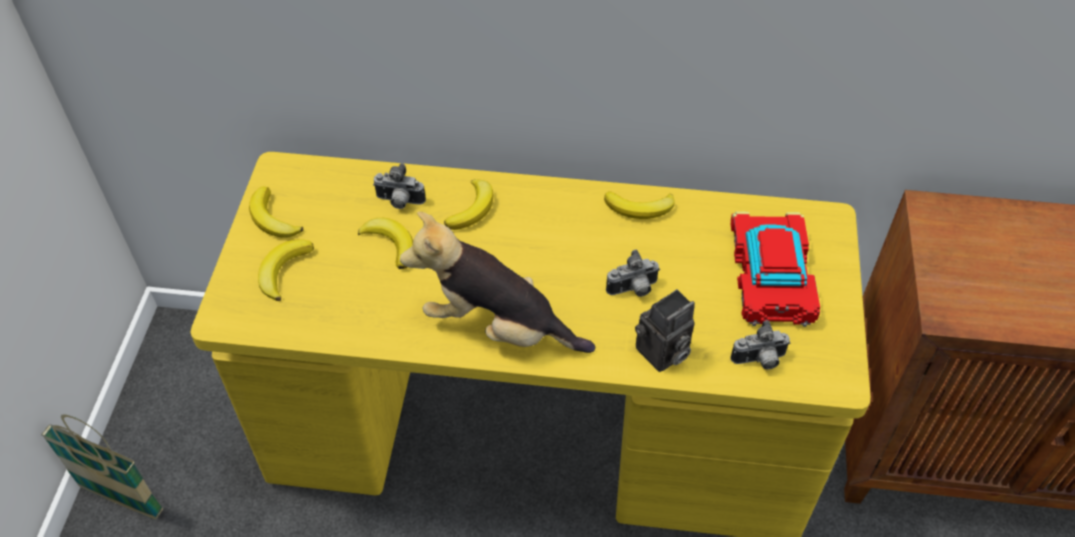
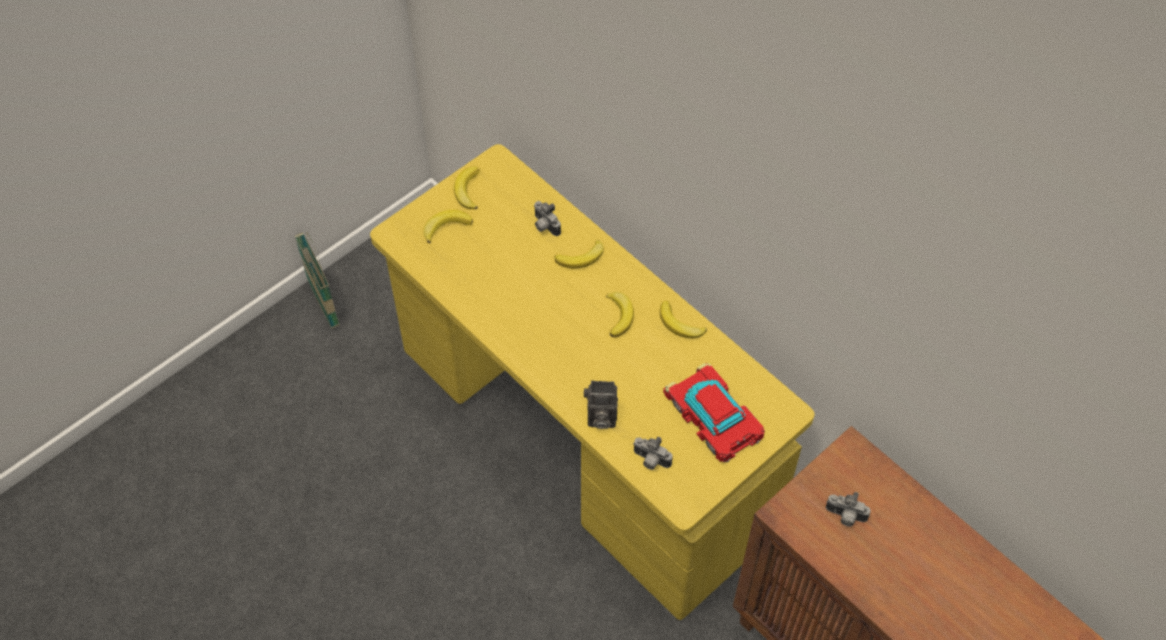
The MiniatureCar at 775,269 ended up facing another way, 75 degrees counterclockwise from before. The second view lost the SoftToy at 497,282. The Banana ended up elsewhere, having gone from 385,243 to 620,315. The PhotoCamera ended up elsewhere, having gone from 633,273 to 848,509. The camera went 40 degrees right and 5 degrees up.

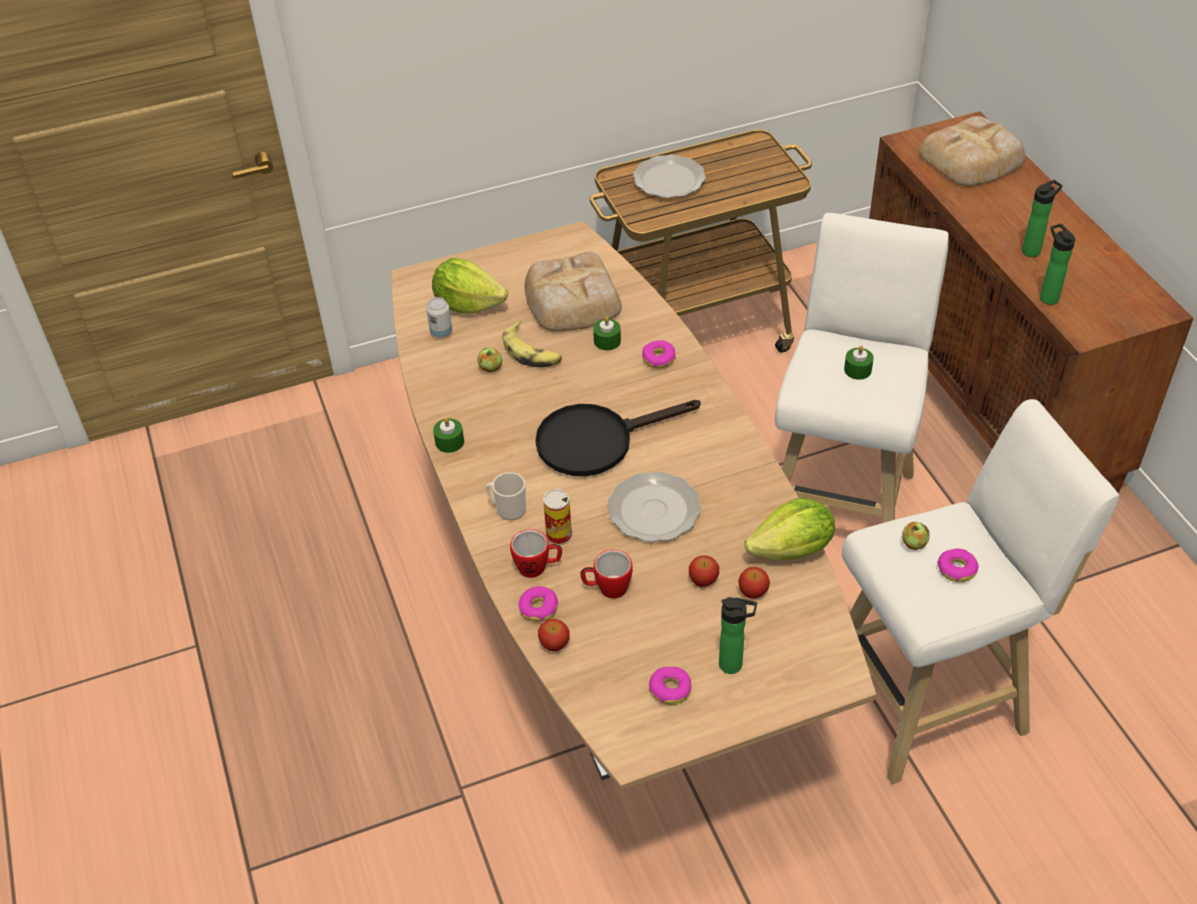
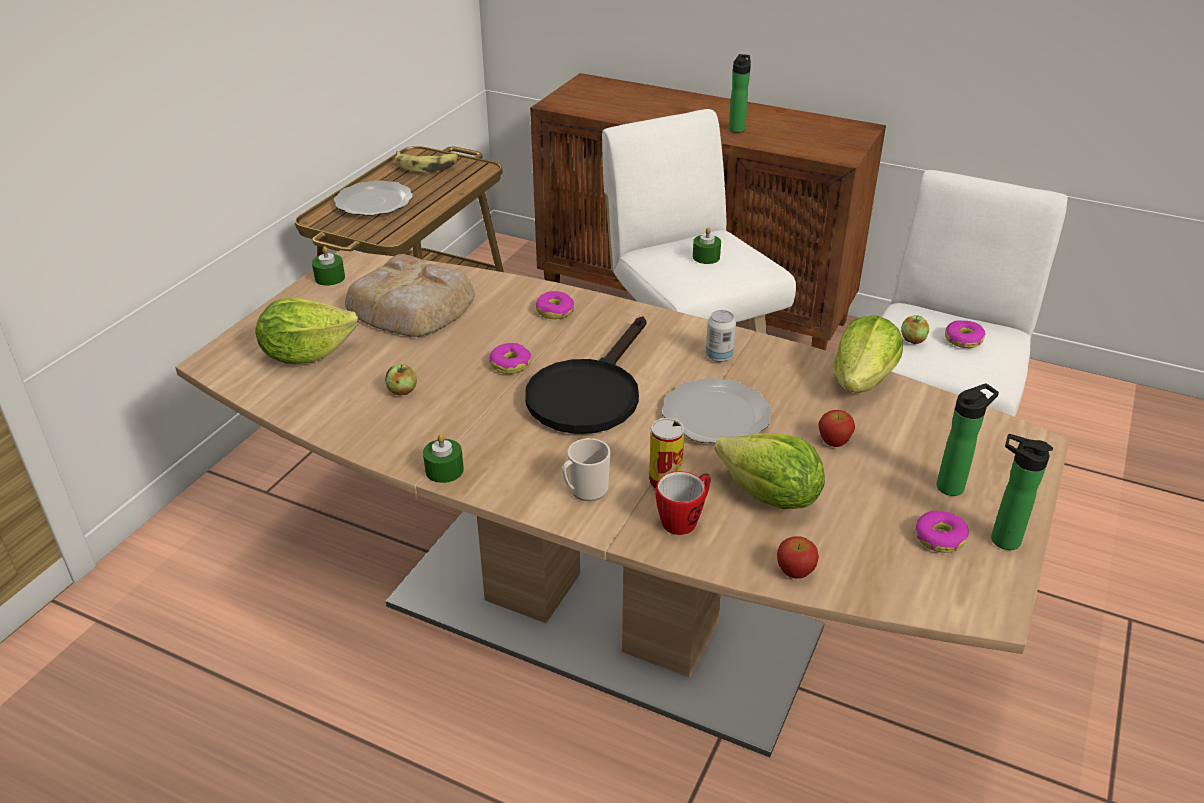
The second view lost the BakeryBread at 972,151. The BeverageBottle ended up elsewhere, having gone from 1057,264 to 1022,492. The MetalCan ended up elsewhere, having gone from 439,317 to 721,336. The GreenishCandle ended up elsewhere, having gone from 607,333 to 328,266. The Banana ended up elsewhere, having gone from 532,343 to 426,162. Where the CoffeeMug stood at 607,574, the HeadOfLettuce came to stand at 770,471. The second view lost the Apple at 754,583. The Doughnut ended up elsewhere, having gone from 538,604 to 511,358. The camera went 45 degrees left and 10 degrees down.

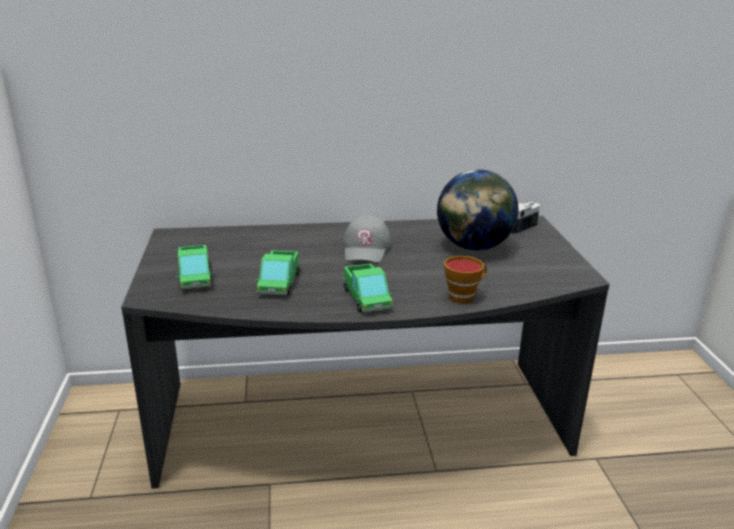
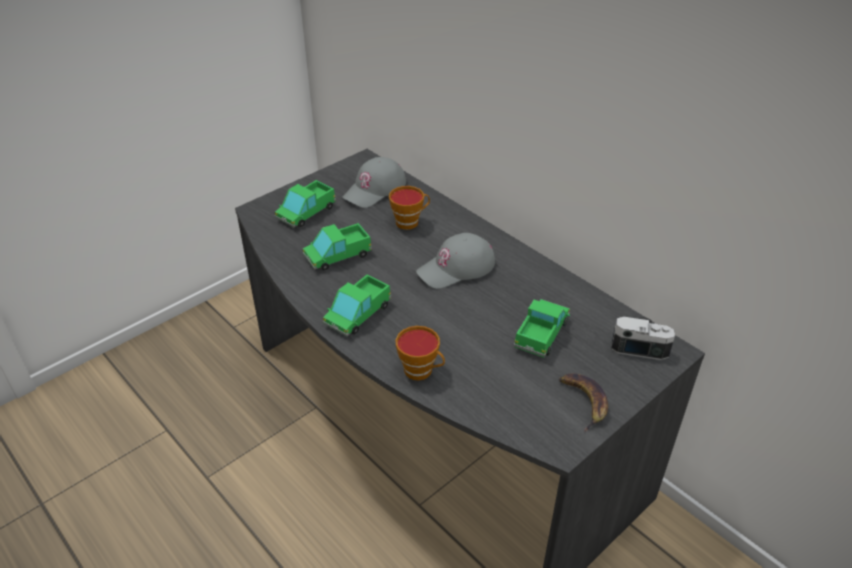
Where the Globe stood at 478,210, the ModelTruck came to stand at 542,328. The second view gained the GreyishPeakedCap at 374,182. The second view gained the SmallCup at 409,208. The second view gained the Banana at 583,403. The camera went 55 degrees right and 15 degrees up.

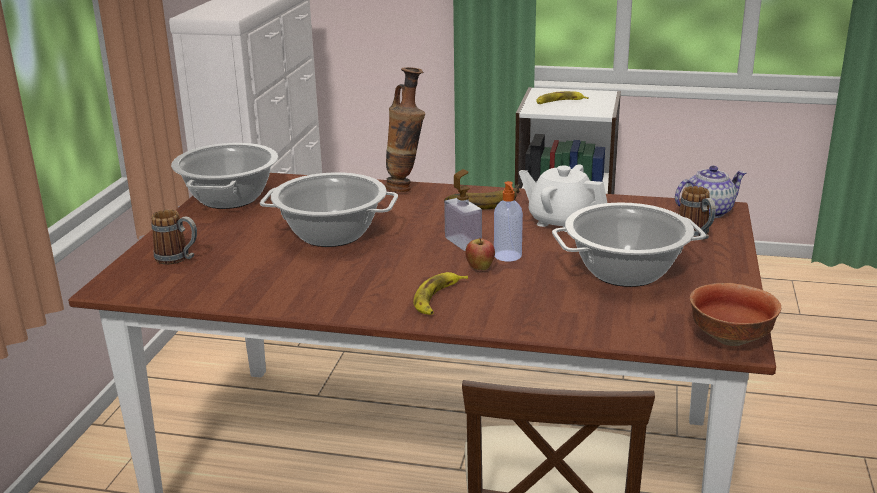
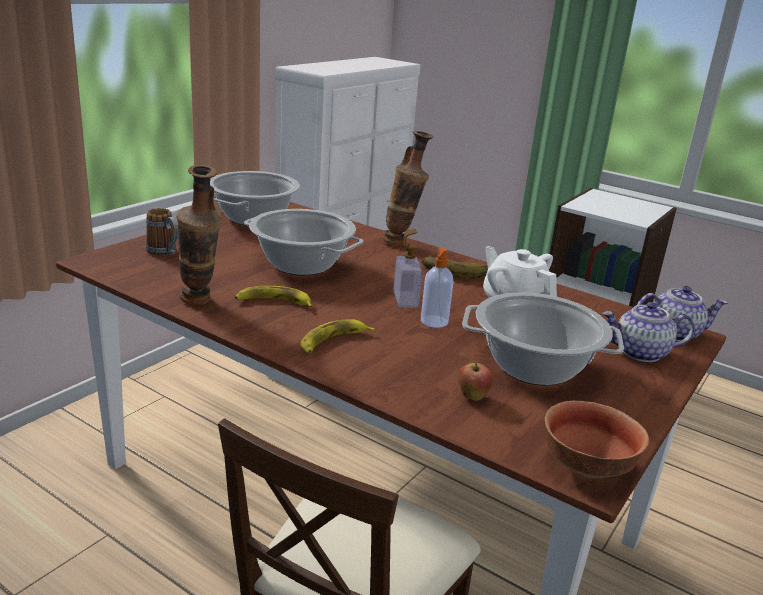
The Banana ended up elsewhere, having gone from 562,97 to 274,297. Where the CoffeeMug stood at 697,212, the Teapot came to stand at 649,332. The Apple ended up elsewhere, having gone from 480,253 to 475,382. The second view gained the FlowerVase at 199,235. The camera went 20 degrees right and 0 degrees up.

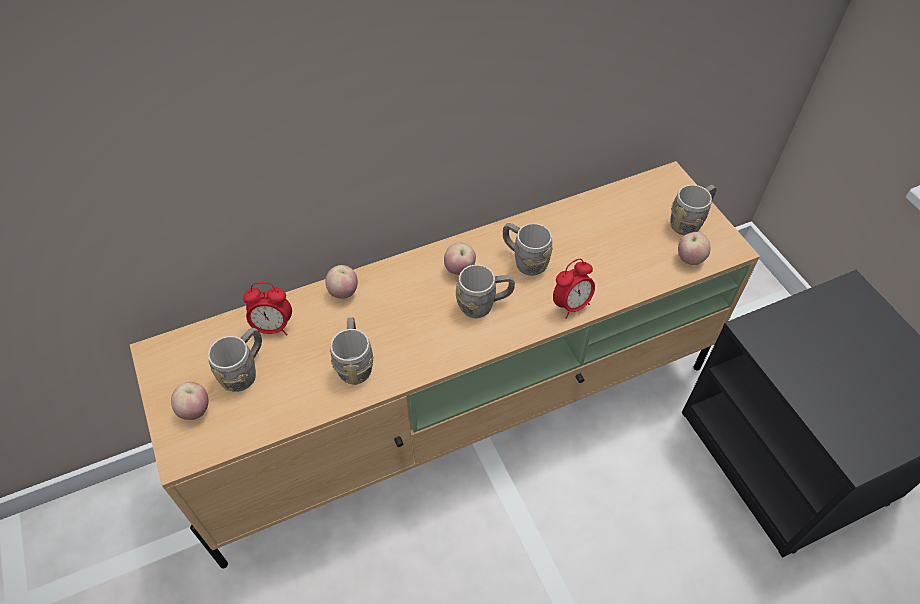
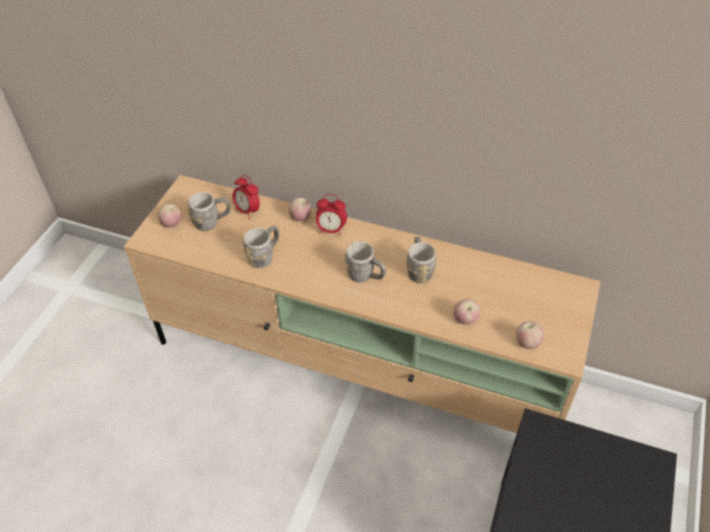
The second view lost the GreyishCoffeeMug at 694,210. The Apple ended up elsewhere, having gone from 460,259 to 466,312. The TableClock ended up elsewhere, having gone from 574,289 to 331,215. The camera went 45 degrees right and 5 degrees down.

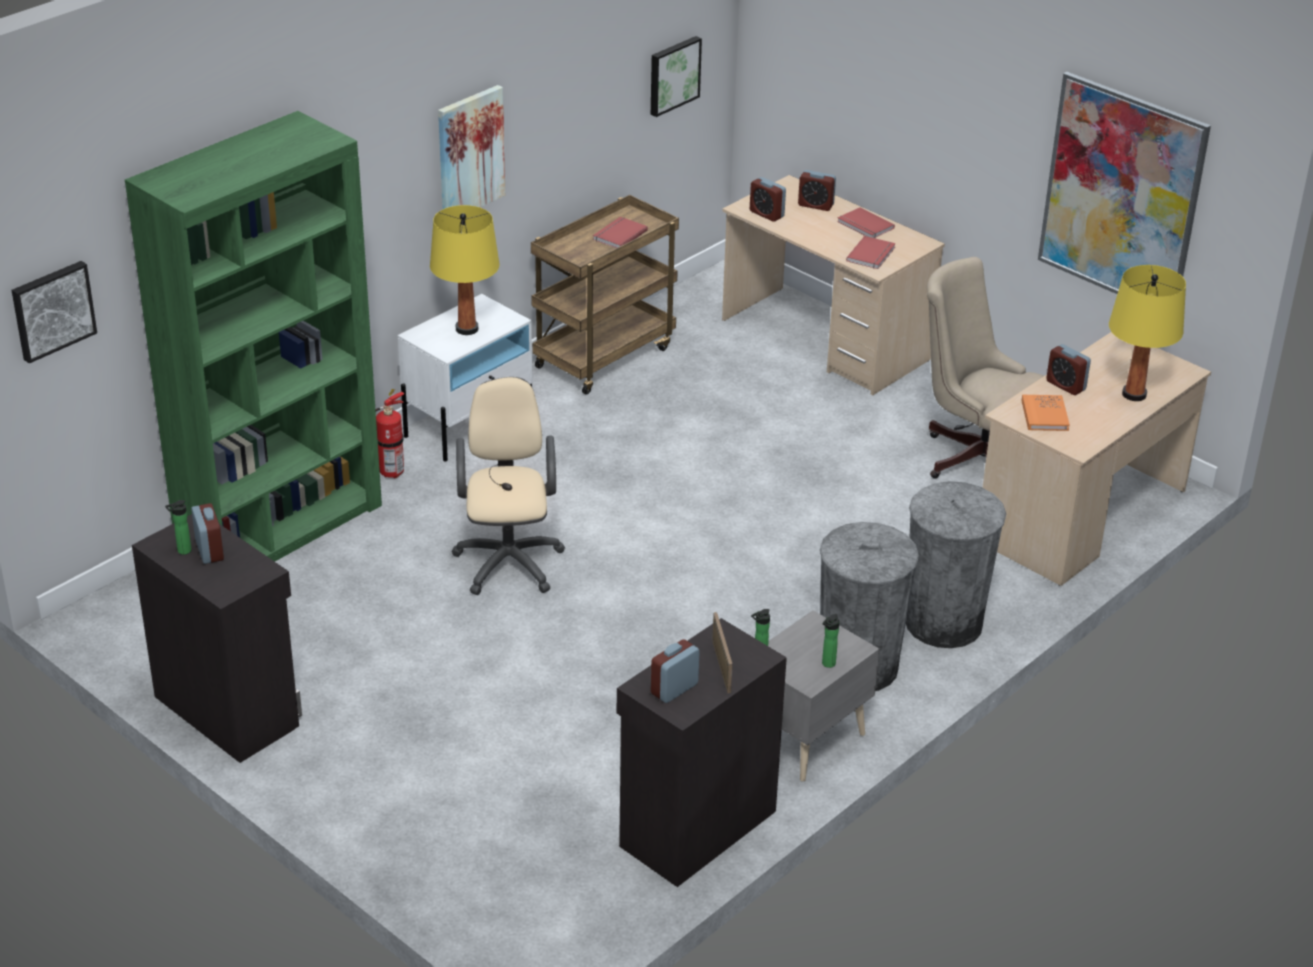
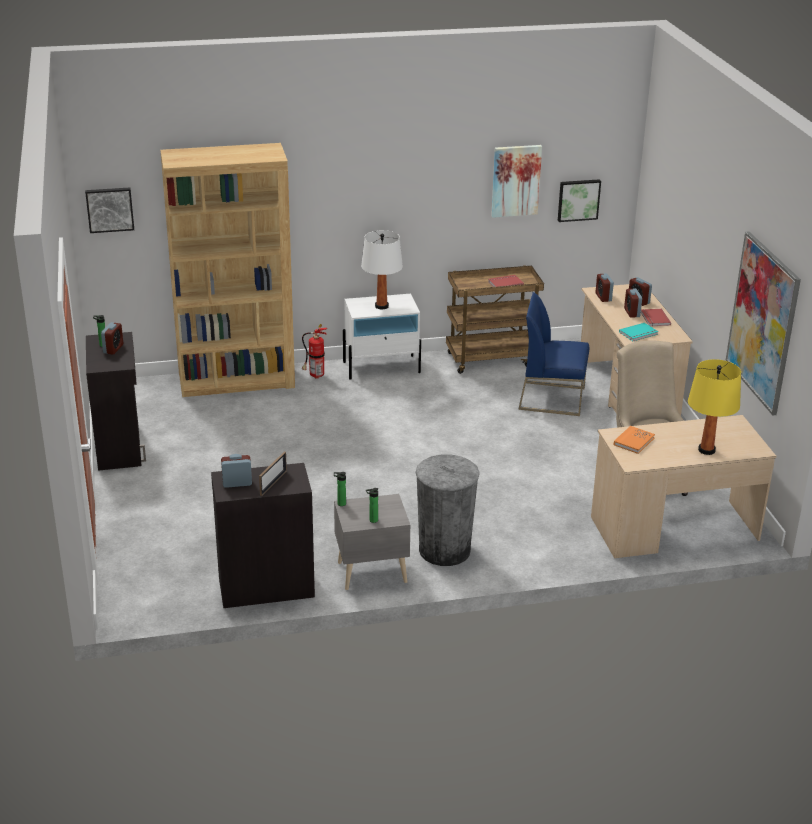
The WallPicture ended up elsewhere, having gone from 471,147 to 516,181. What was the GreenishBookcase at 253,336 turned into the BrownishBookcase at 227,270. What was the YellowLampForATable at 465,270 turned into the WhitishLampForATable at 382,269. What was the RedColouredVolume at 871,252 turned into the TurquoiseColouredVolume at 639,332. The TableClock ended up elsewhere, having gone from 1068,369 to 633,303. The second view lost the BeigeDeskChair at 508,486. The second view lost the GreyishTrashCan at 956,564. The second view gained the BluishChair at 553,354. The camera went 35 degrees right and 5 degrees down.

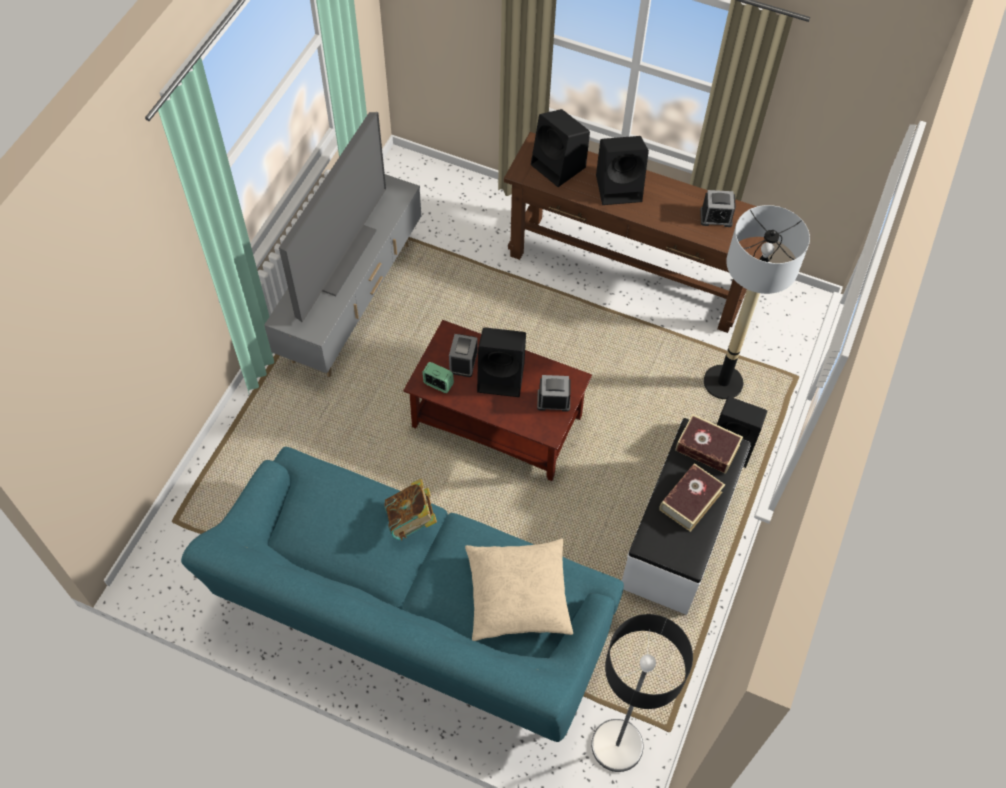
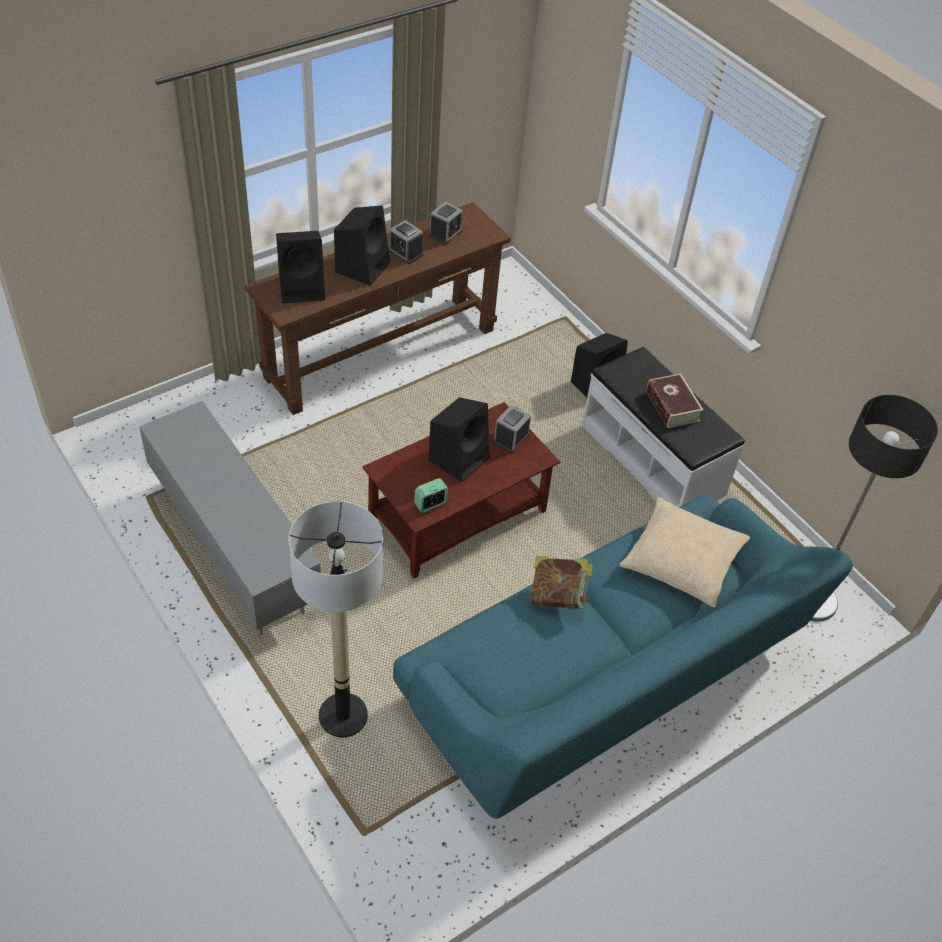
The second view lost the Tv at 332,217. The FloorLamp ended up elsewhere, having gone from 757,302 to 335,619. The TableClock ended up elsewhere, having gone from 463,355 to 406,242. The second view lost the Volume at 709,444. The camera went 60 degrees left and 10 degrees down.

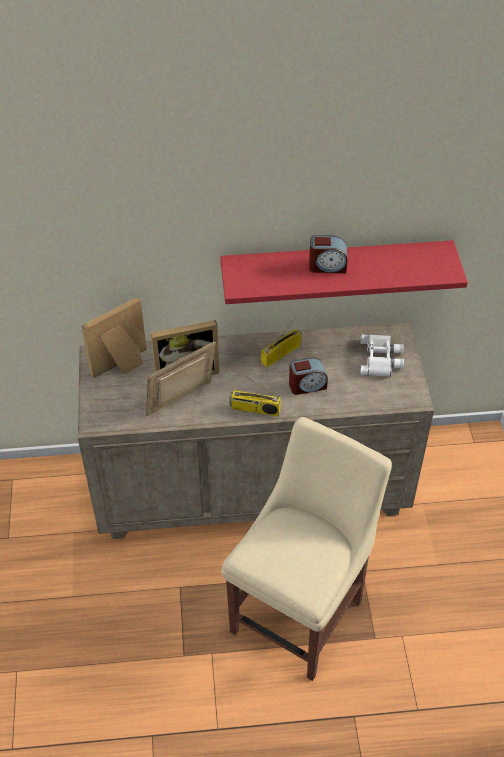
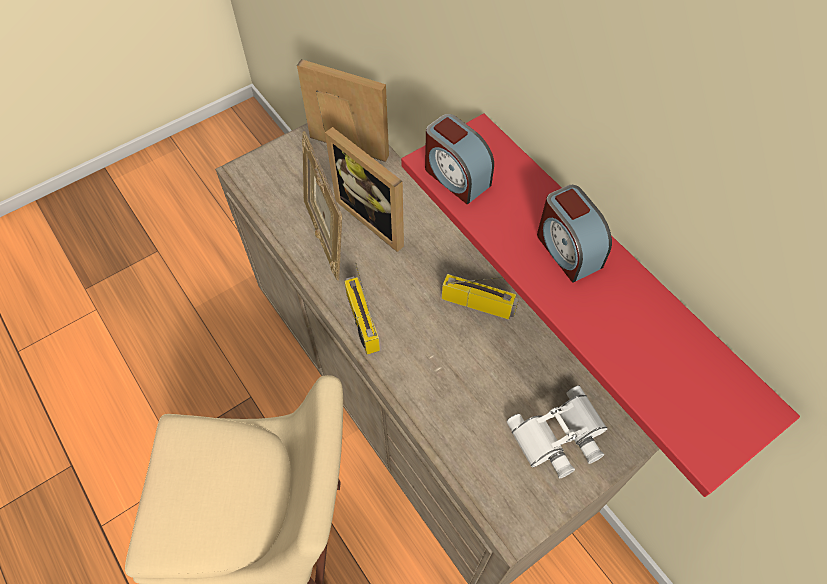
The StandingFrame at 181,379 ended up facing another way, 135 degrees counterclockwise from before. The TableClock ended up elsewhere, having gone from 308,376 to 459,159. The camera went 60 degrees right and 10 degrees up.

